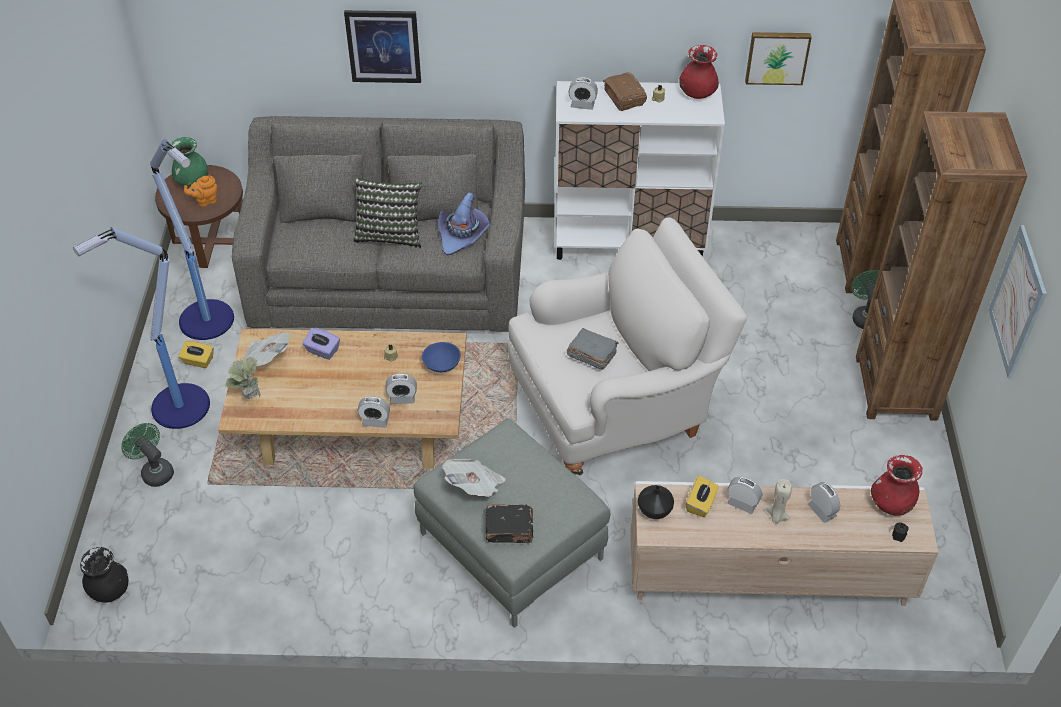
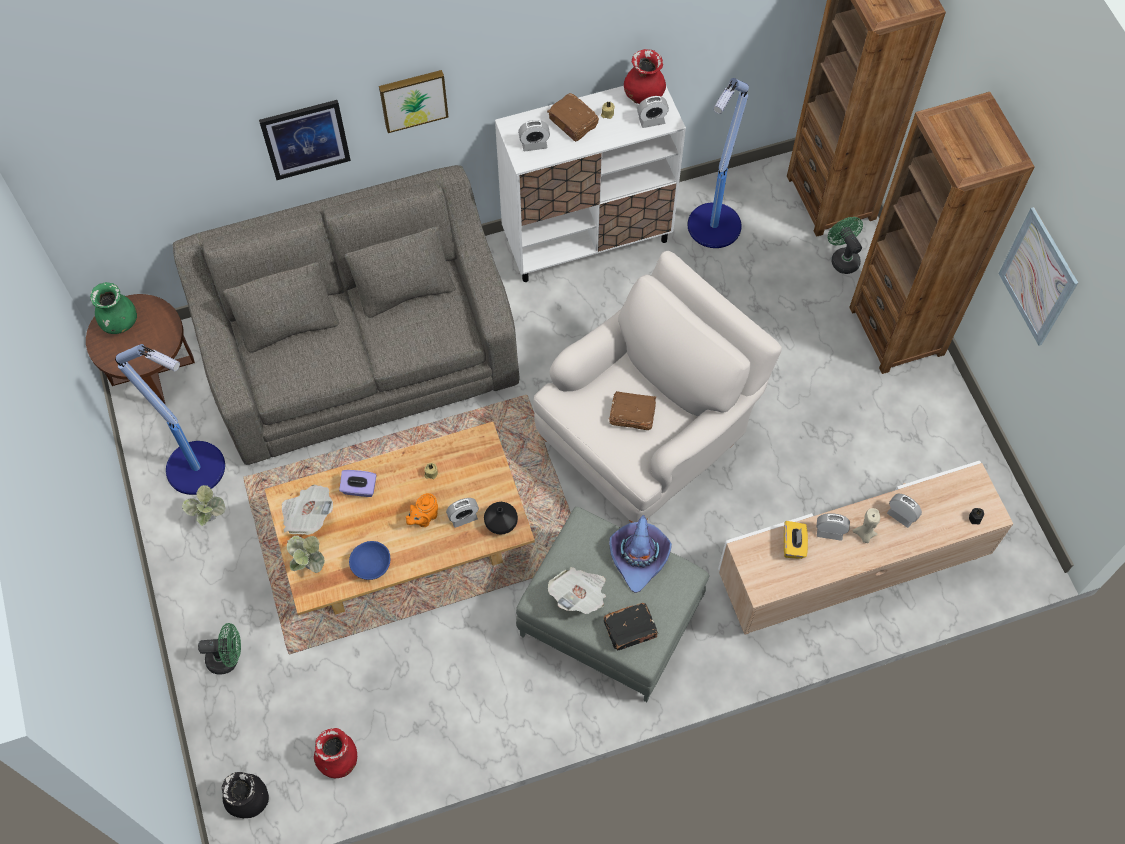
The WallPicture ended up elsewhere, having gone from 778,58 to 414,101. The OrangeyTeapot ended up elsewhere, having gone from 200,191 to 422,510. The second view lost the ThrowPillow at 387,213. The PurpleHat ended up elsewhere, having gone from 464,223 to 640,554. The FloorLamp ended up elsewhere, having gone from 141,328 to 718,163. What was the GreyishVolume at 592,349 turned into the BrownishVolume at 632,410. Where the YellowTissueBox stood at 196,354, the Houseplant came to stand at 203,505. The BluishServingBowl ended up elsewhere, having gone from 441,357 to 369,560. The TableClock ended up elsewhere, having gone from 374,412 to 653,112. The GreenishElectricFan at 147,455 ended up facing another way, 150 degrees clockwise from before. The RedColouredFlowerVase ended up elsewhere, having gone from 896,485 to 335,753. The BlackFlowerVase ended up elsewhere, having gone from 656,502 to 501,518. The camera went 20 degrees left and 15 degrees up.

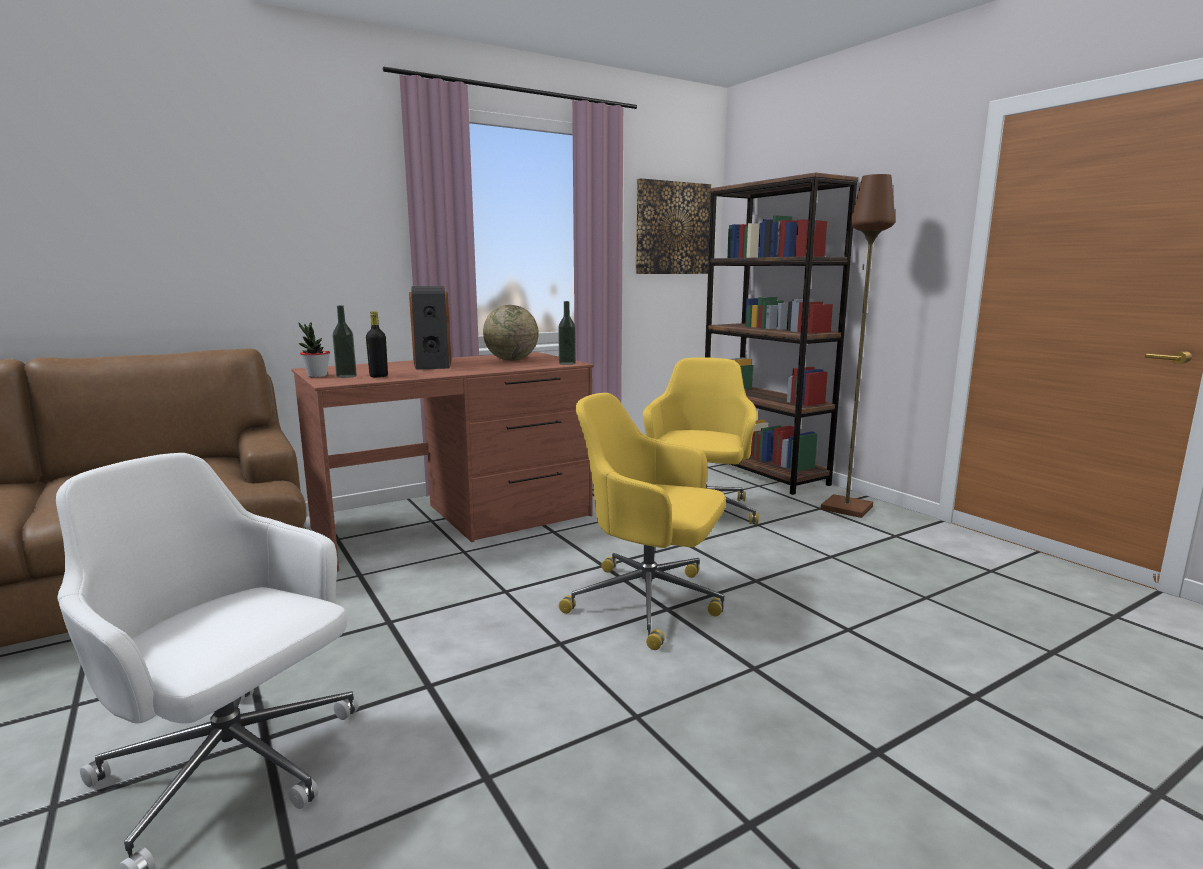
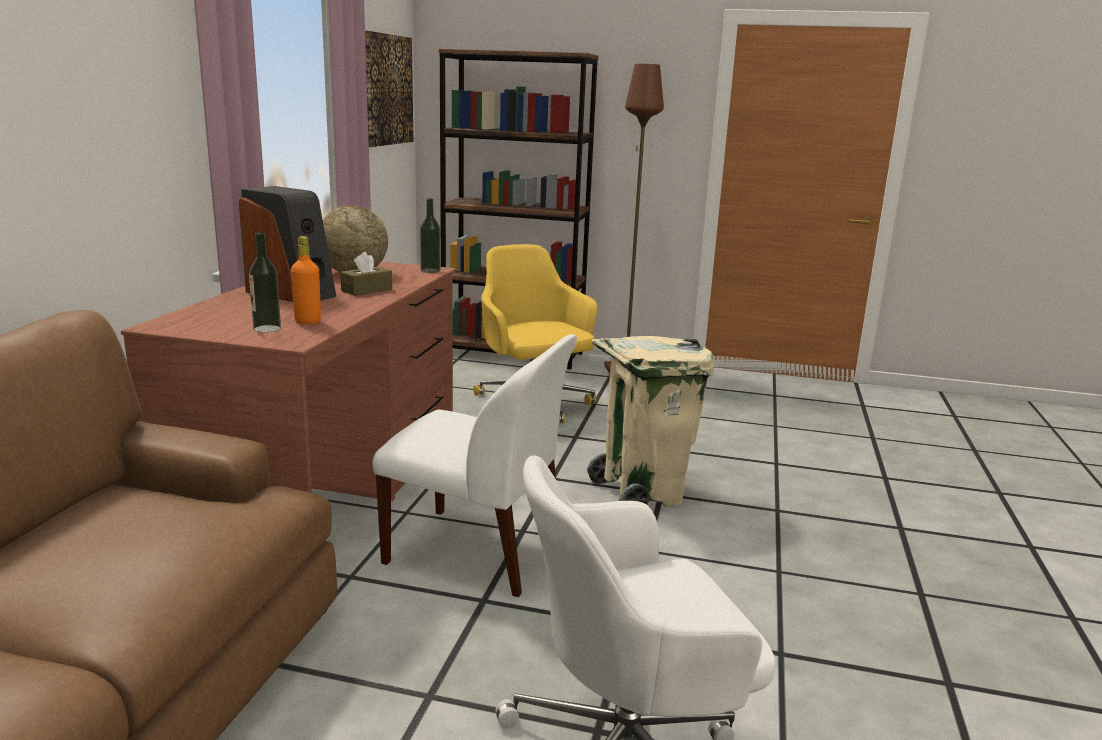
What was the BlackBeverageBottle at 377,344 turned into the OrangeyBeverageBottle at 306,280. The second view lost the Houseplant at 314,349. Where the YellowDeskChair stood at 642,521, the BeigeTrashCan came to stand at 650,421. The second view gained the BrownishTissueBox at 366,274. The second view gained the WhitishChair at 474,465. The camera went 45 degrees left and 5 degrees up.

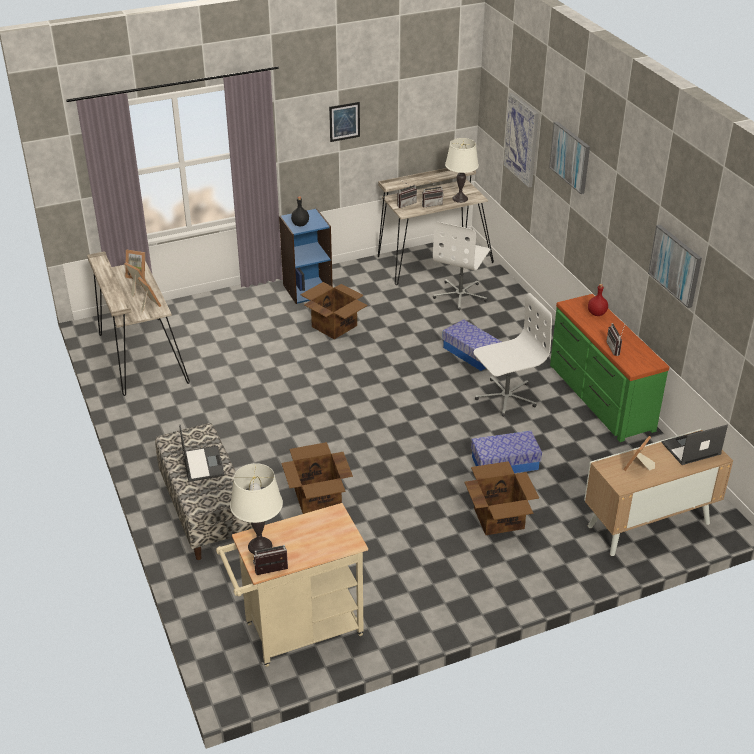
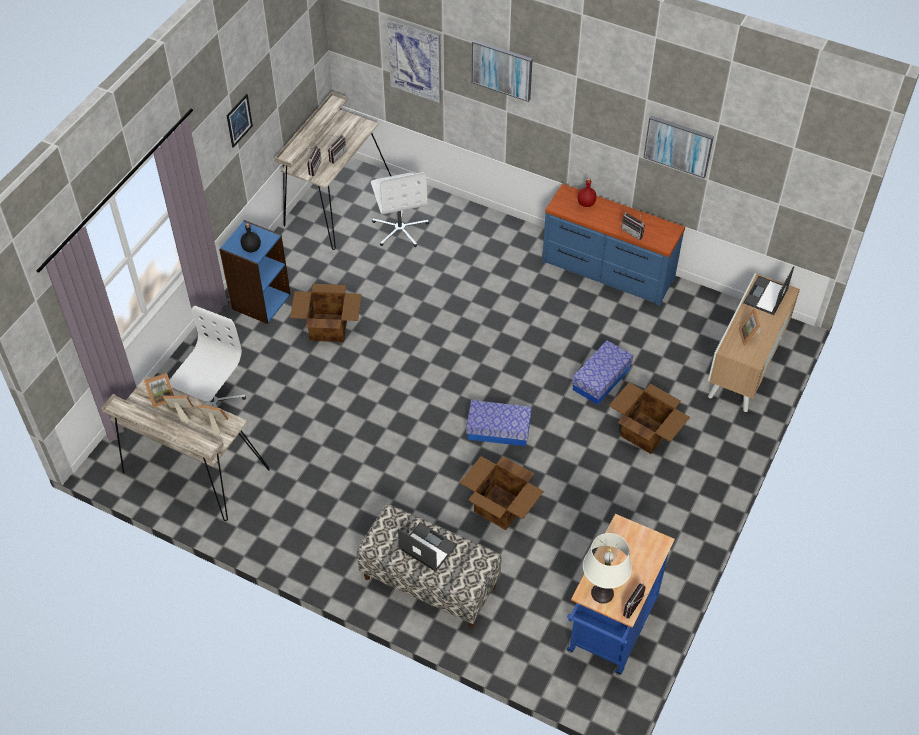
The second view lost the WhitishLampForATable at 462,170. The WhitishDeskChair ended up elsewhere, having gone from 513,355 to 207,356. What was the GreenishDrawerChest at 609,368 turned into the BluishDrawerChest at 613,245. The StorageBox ended up elsewhere, having gone from 472,345 to 499,423. What was the BeigeWheeledCart at 292,585 turned into the BluishWheeledCart at 621,595. The camera went 40 degrees left and 15 degrees up.

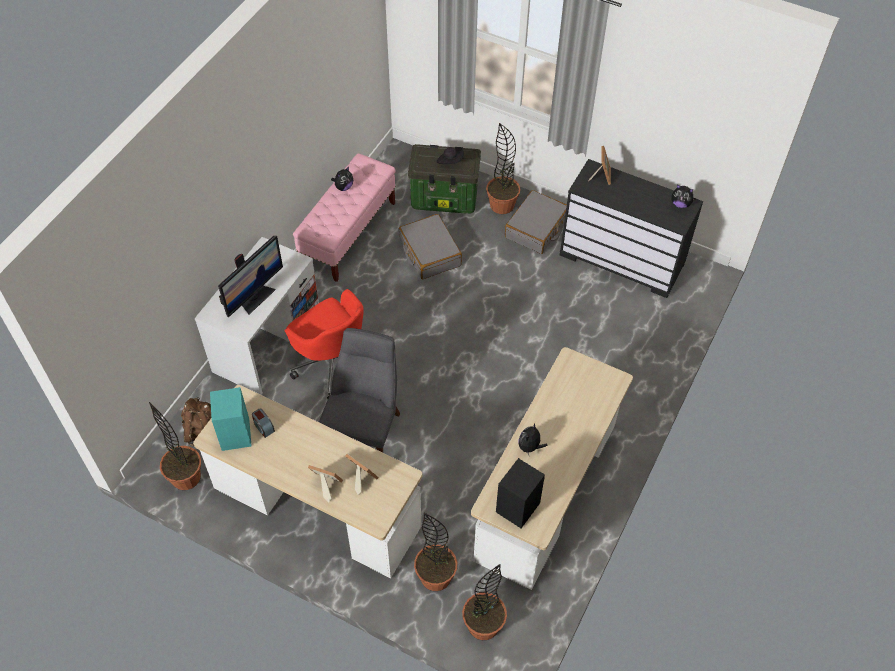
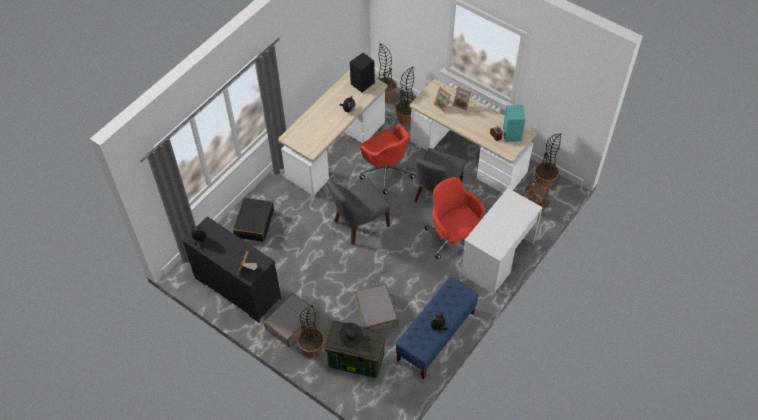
What was the PinkBench at 344,218 turned into the BluishBench at 437,328. The second view lost the ComputerScreen at 250,277. The second view gained the RedColouredDeskChair at 387,159. The second view gained the GreyishChair at 358,211. The second view gained the BlackTravelCase at 253,219. The camera went 170 degrees left and 0 degrees up.

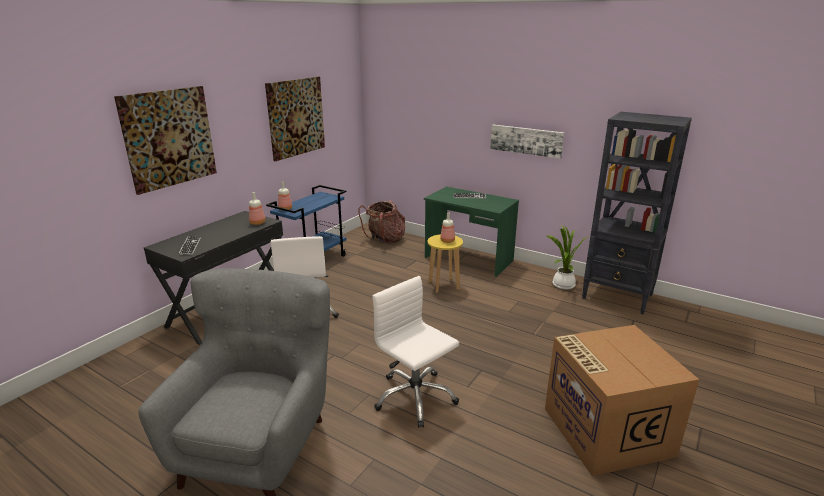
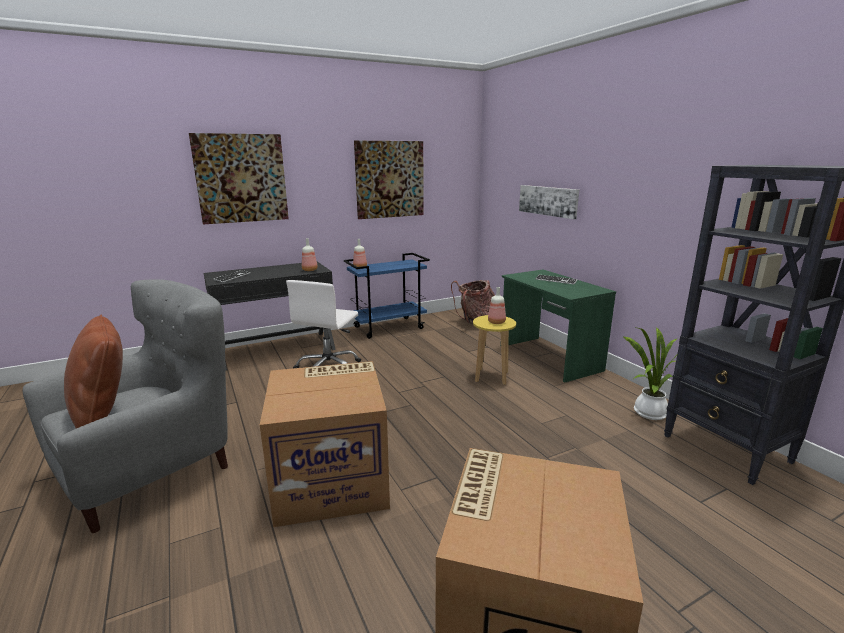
The WallPicture ended up elsewhere, having gone from 527,142 to 549,202. Where the WhitishDeskChair stood at 415,352, the PackingBox came to stand at 325,444. The second view gained the BrownishThrowPillow at 93,371. The camera went 30 degrees right and 5 degrees down.

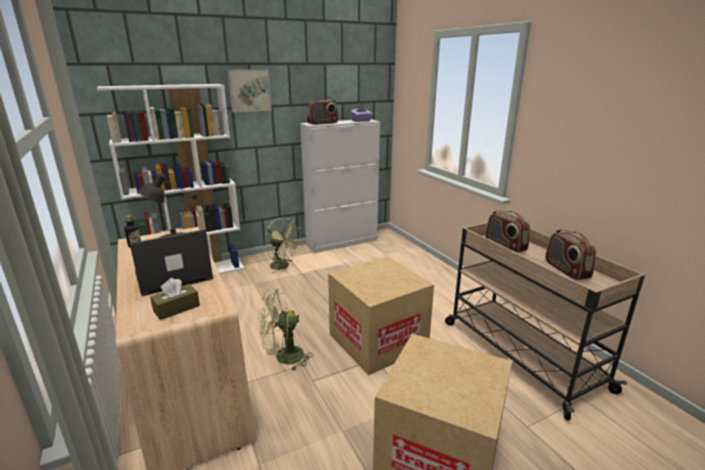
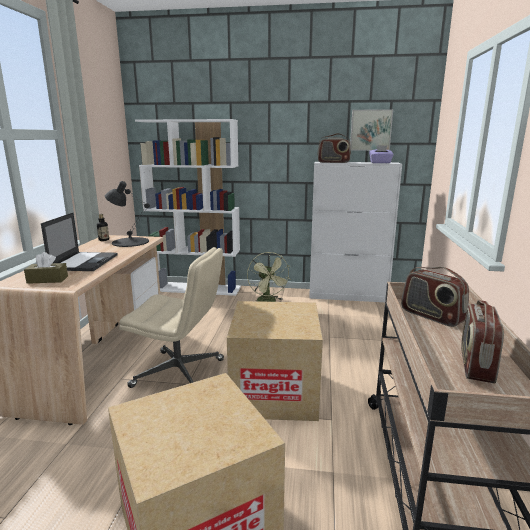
The WallPicture ended up elsewhere, having gone from 250,90 to 371,130. The Radio at 507,231 ended up facing another way, 45 degrees counterclockwise from before. The Laptop at 171,262 ended up facing another way, 90 degrees clockwise from before. Where the GreenishElectricFan stood at 286,330, the BeigeDeskChair came to stand at 171,317. The camera went 35 degrees right and 5 degrees down.

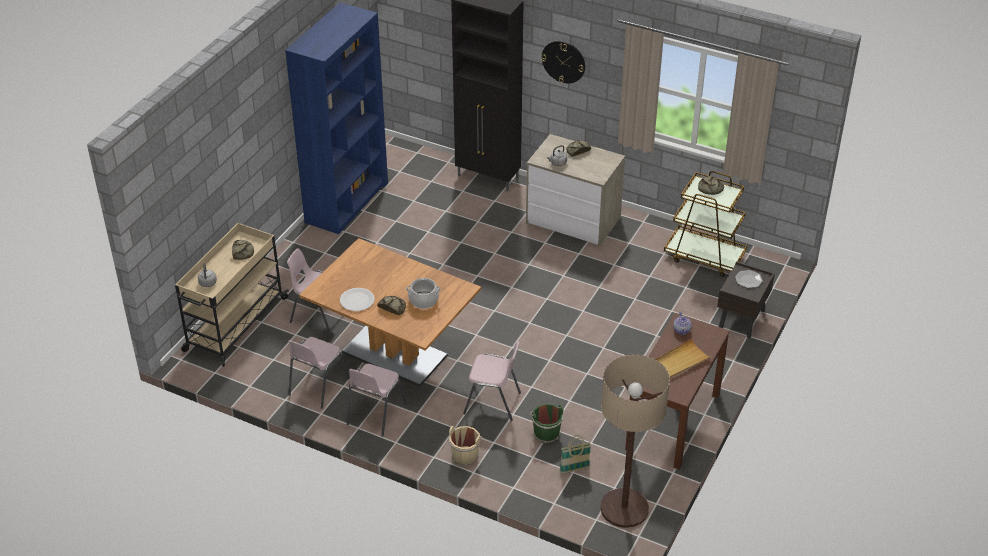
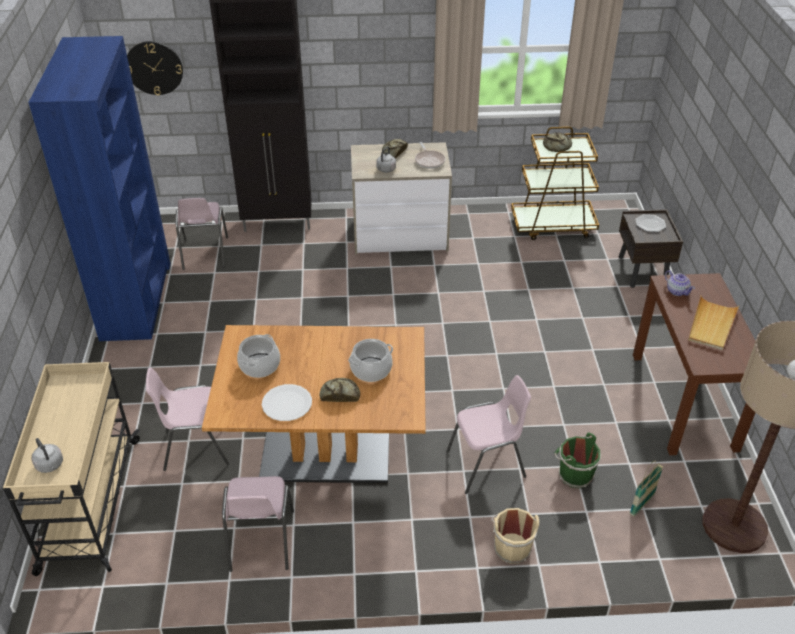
The HangingClock ended up elsewhere, having gone from 563,62 to 155,68. The second view lost the BakeryBread at 243,250. The PinkChair ended up elsewhere, having gone from 377,400 to 201,234. The second view gained the Pan at 430,155. The second view gained the CookingPot at 258,356. The camera went 30 degrees left and 0 degrees up.

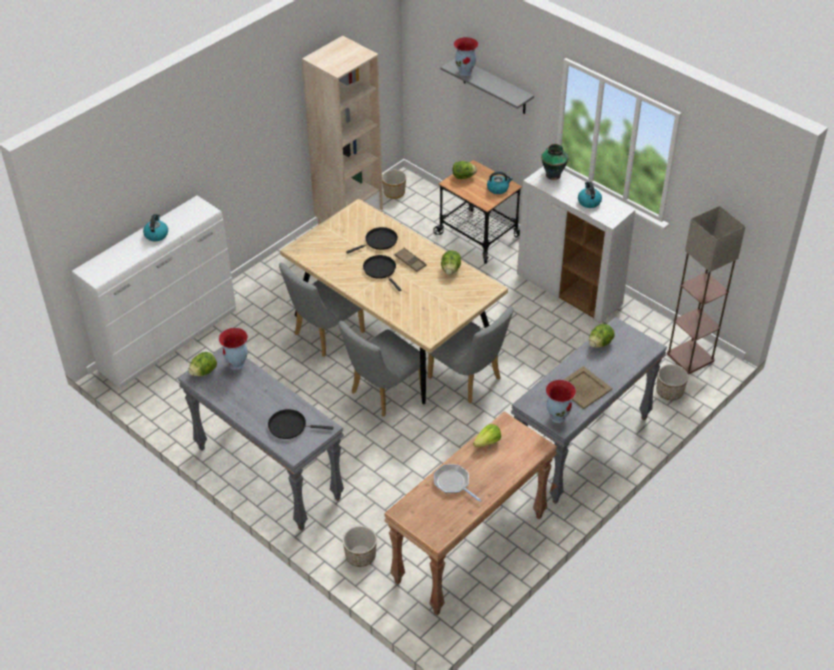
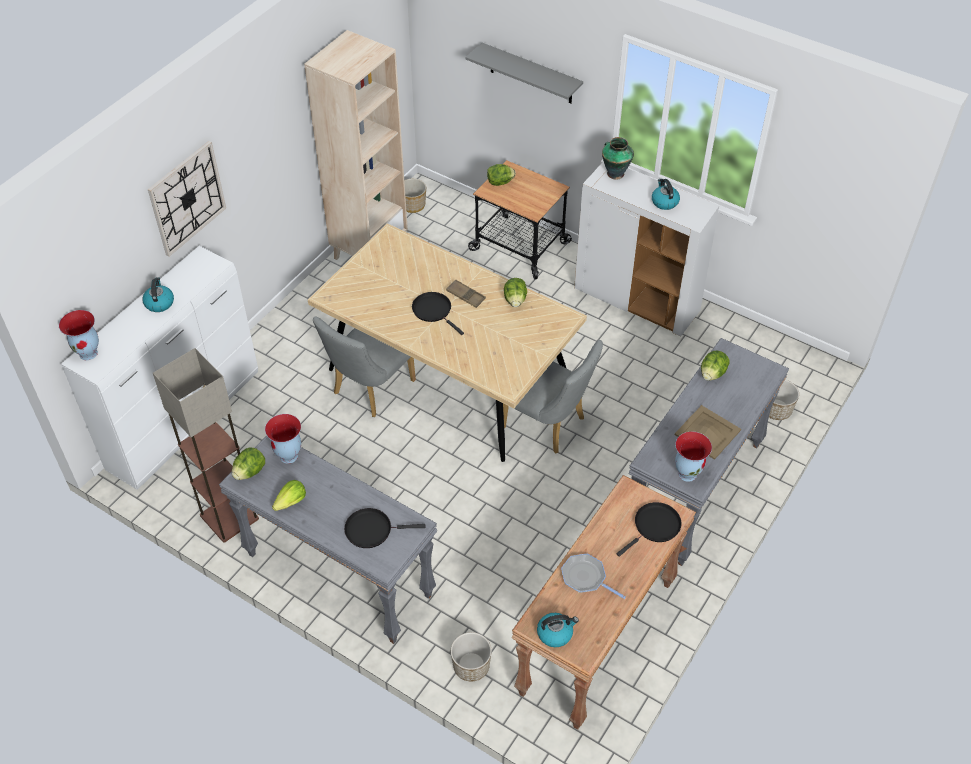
The FlowerVase ended up elsewhere, having gone from 466,56 to 79,335. The TeaKettle ended up elsewhere, having gone from 500,182 to 558,630. The FloorLamp ended up elsewhere, having gone from 706,290 to 206,445. The BlackPan ended up elsewhere, having gone from 372,240 to 649,529. The second view lost the GreyishChair at 380,369. The HeadOfLettuce ended up elsewhere, having gone from 487,435 to 289,495. The second view gained the HangingClock at 187,199. The camera went 10 degrees left and 5 degrees up.

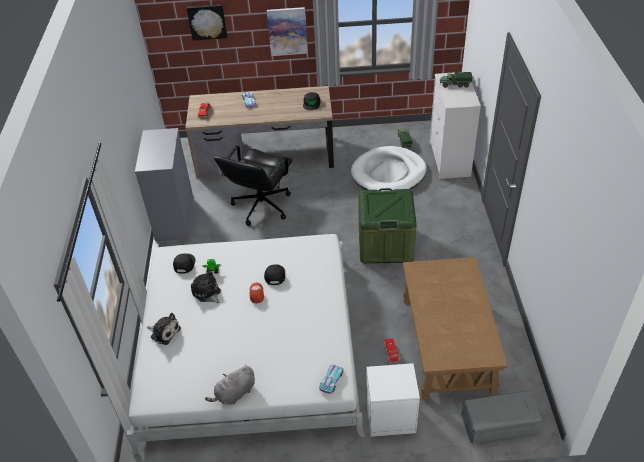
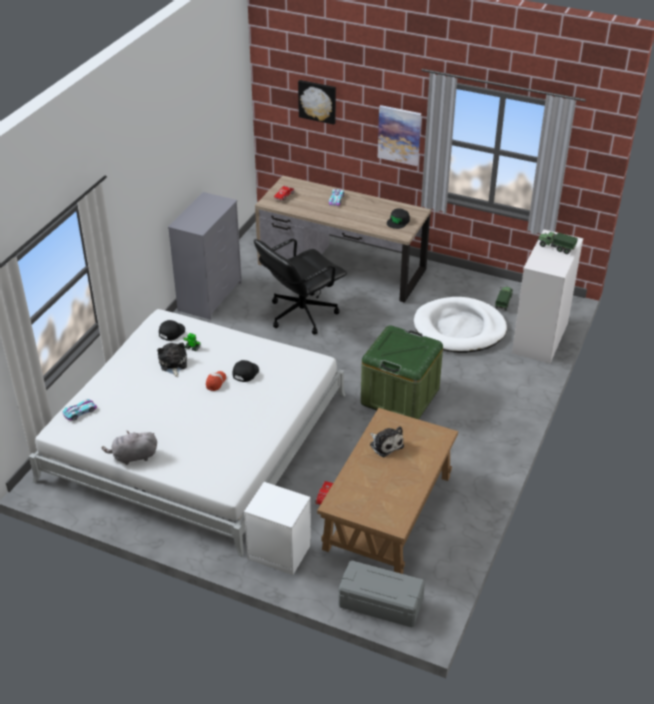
The SoftToy ended up elsewhere, having gone from 164,329 to 387,441. The MiniatureCar ended up elsewhere, having gone from 331,379 to 80,410. The camera went 25 degrees right and 5 degrees down.

